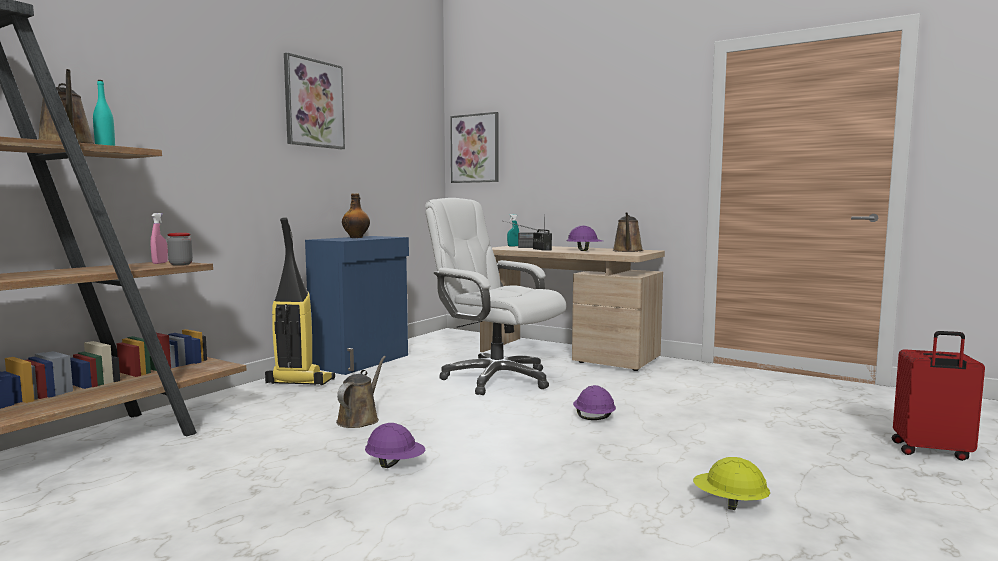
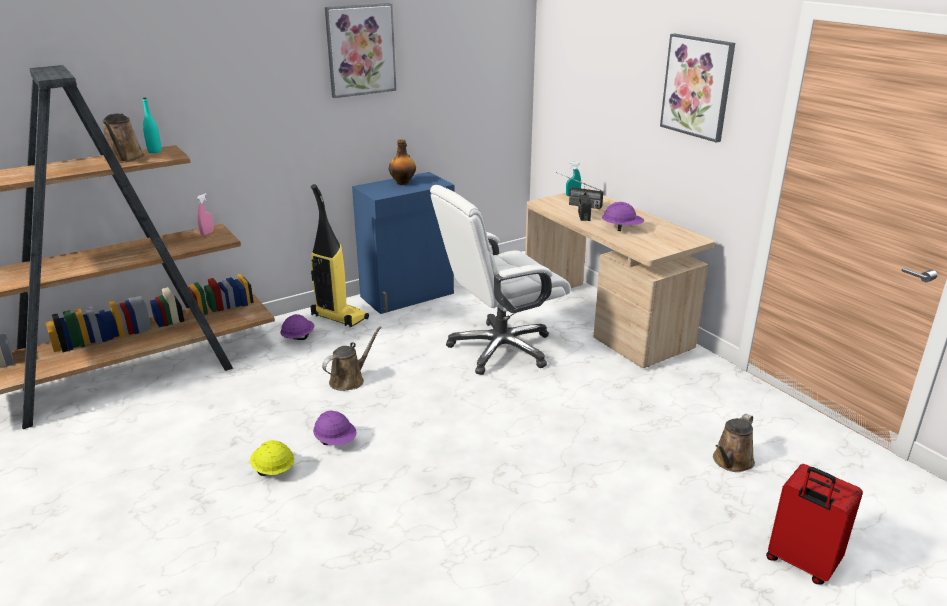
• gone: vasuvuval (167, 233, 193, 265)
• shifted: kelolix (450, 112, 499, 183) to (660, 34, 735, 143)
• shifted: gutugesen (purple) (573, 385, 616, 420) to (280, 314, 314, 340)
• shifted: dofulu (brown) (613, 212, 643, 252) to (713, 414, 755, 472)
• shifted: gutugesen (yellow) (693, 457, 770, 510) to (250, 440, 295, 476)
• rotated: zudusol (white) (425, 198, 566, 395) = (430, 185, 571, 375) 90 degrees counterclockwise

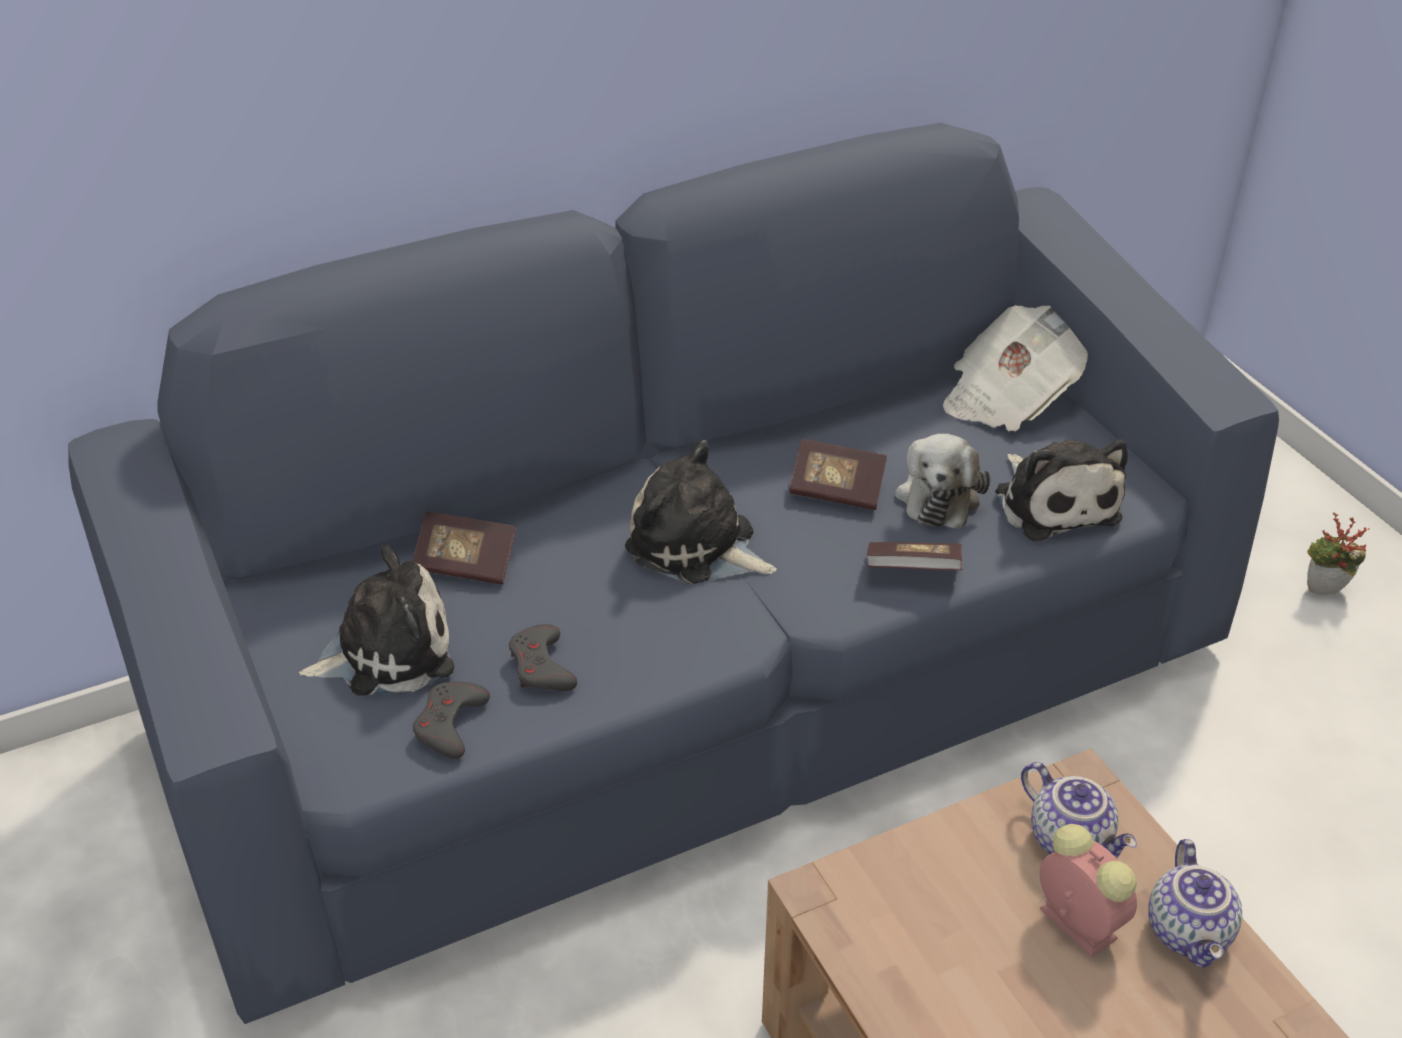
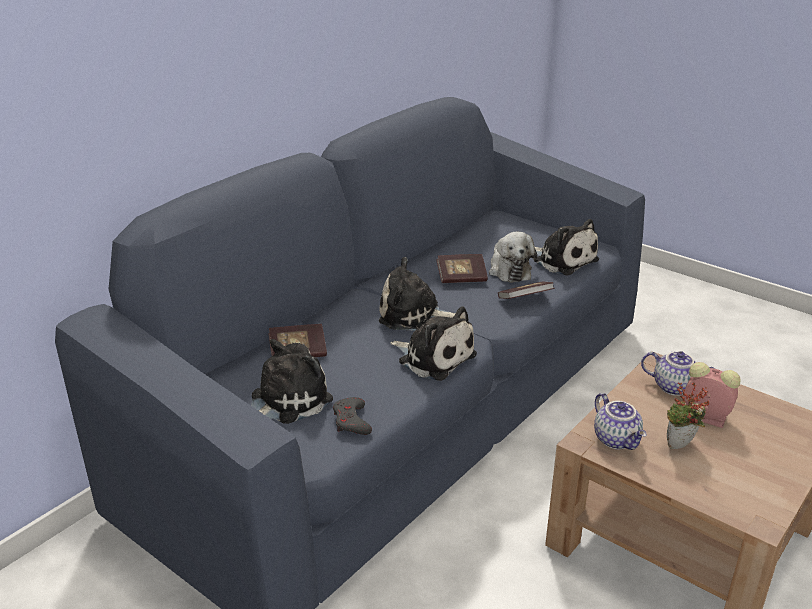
• gone: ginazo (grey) (509, 624, 578, 691)
• gone: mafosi (943, 305, 1088, 431)
• new: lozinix (390, 306, 477, 381)
• shifted: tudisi (1148, 839, 1242, 968) to (594, 393, 647, 450)
• shifted: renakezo (1307, 513, 1370, 595) to (667, 382, 709, 449)

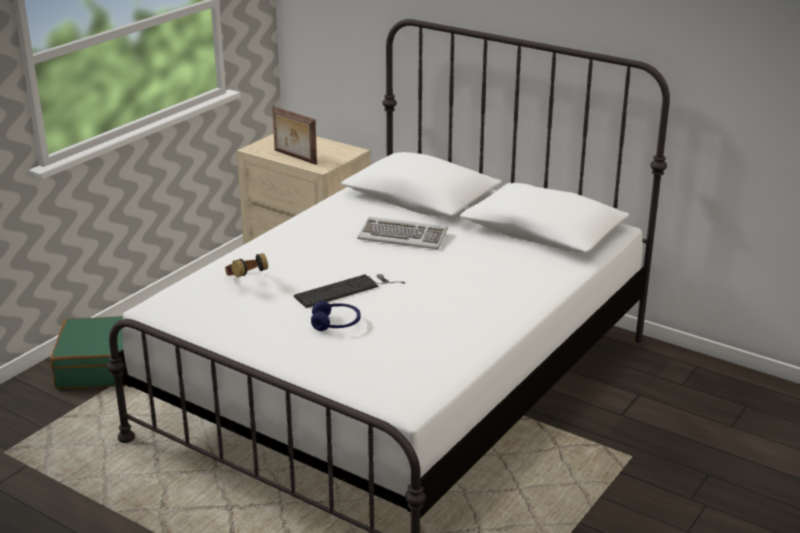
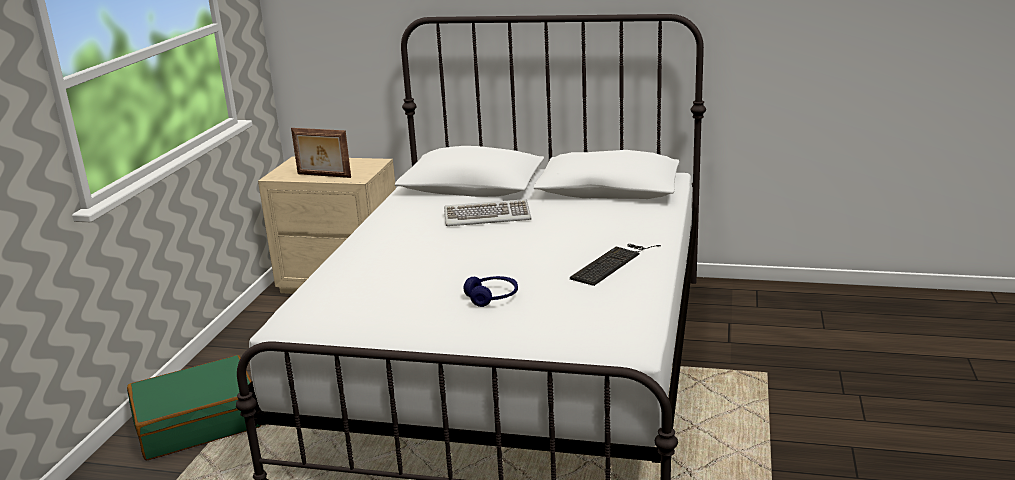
• gone: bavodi (225, 253, 268, 277)
• shifted: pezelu (294, 274, 405, 308) to (570, 244, 661, 286)

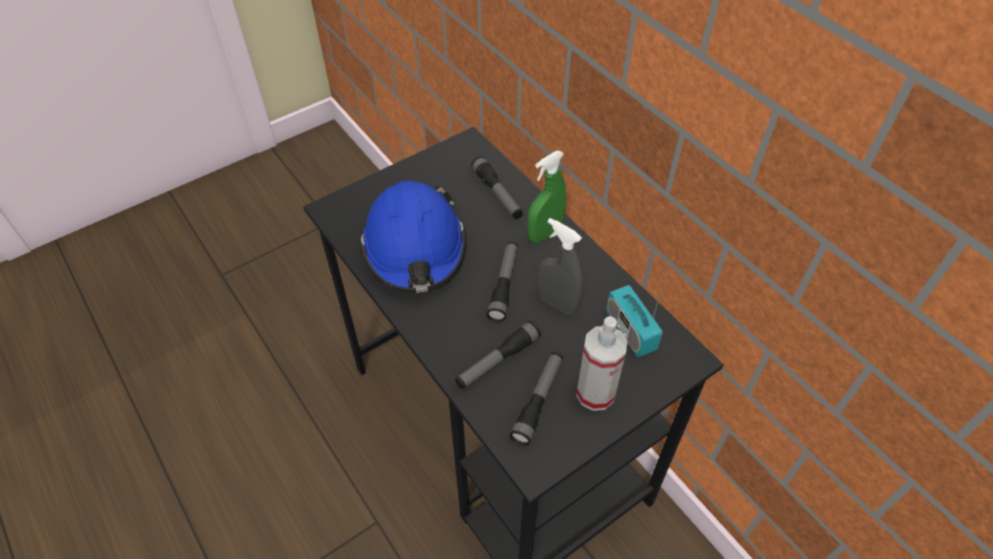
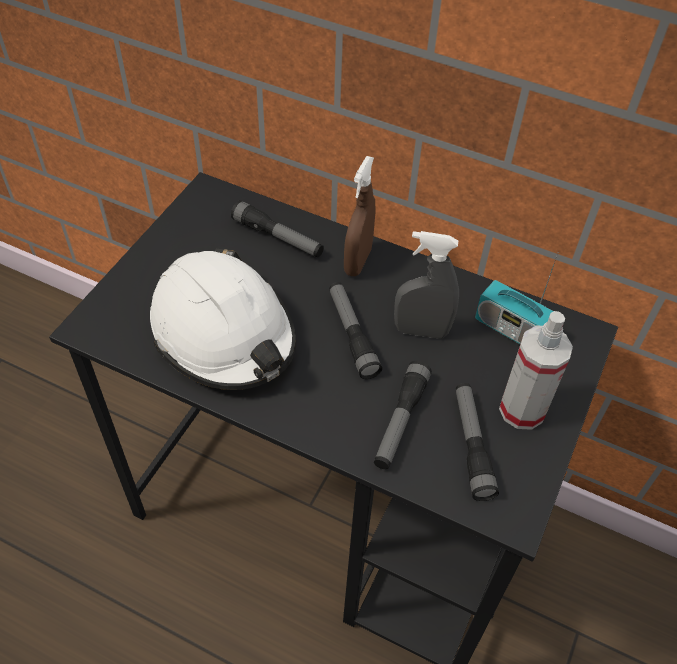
• repainted: gutugesen (blue) (360, 180, 466, 293) to gutugesen (white) (150, 249, 296, 390)
• repainted: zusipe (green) (527, 151, 566, 243) to zusipe (brown) (344, 156, 375, 276)

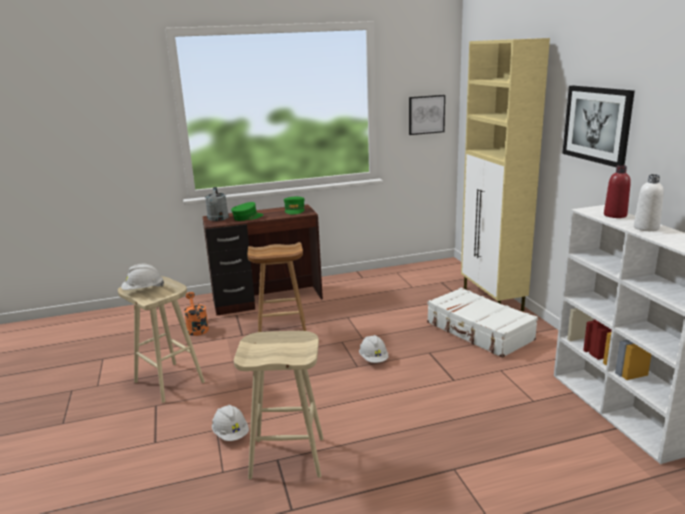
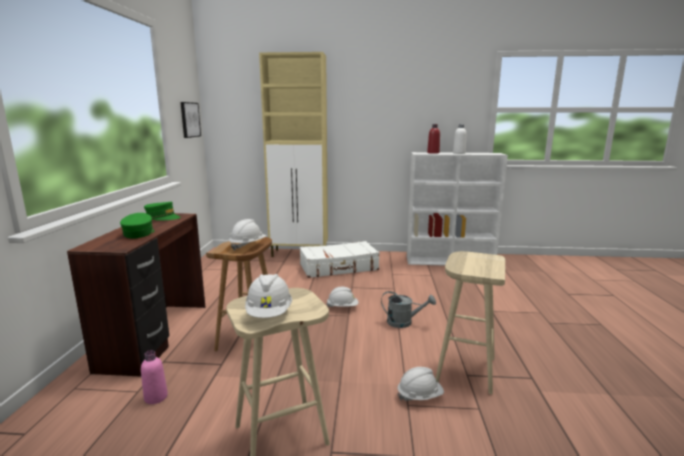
• gone: kelolix (562, 86, 635, 167)
• new: gutugesen (white) (229, 219, 266, 250)
• shifted: dofulu (grey) (205, 187, 229, 221) to (381, 291, 436, 328)
• swapped: dofulu (orange) (184, 292, 209, 336) to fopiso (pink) (141, 350, 168, 404)

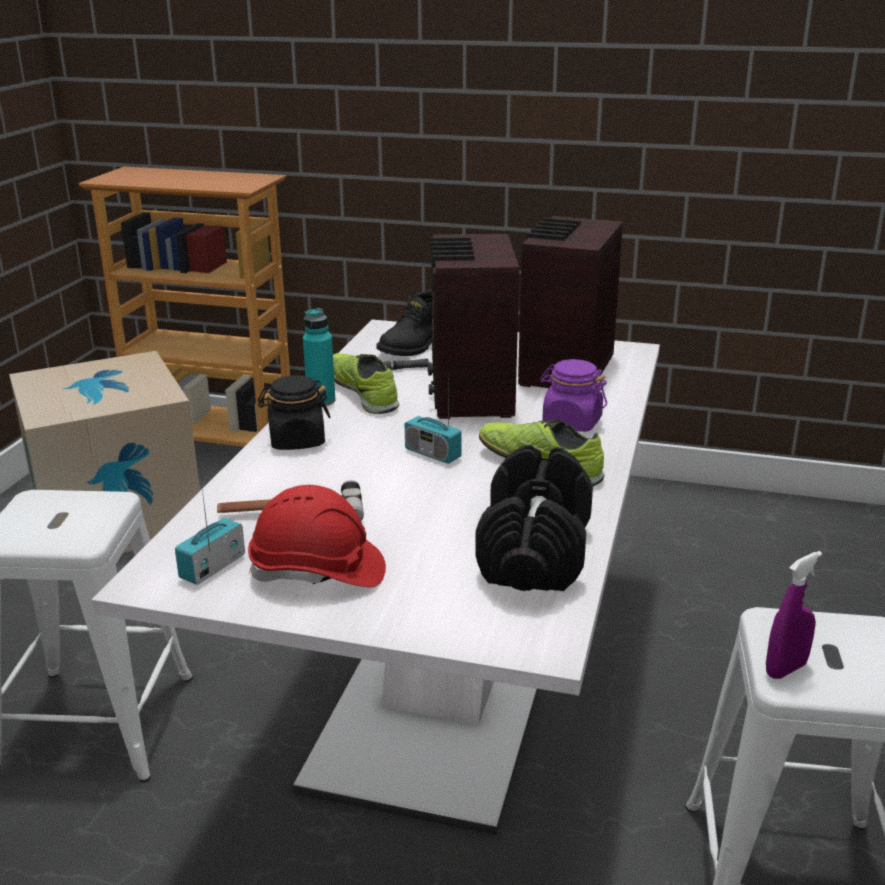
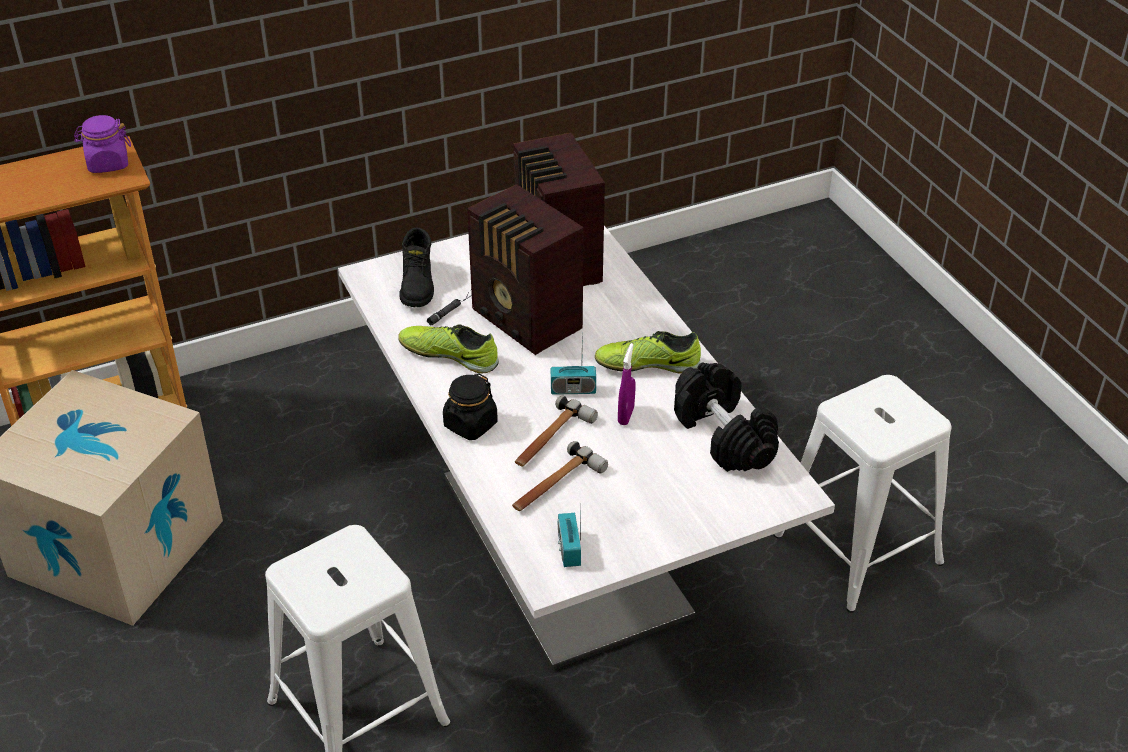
• gone: gutugesen (red) (248, 485, 386, 587)
• gone: fopiso (turquoise) (303, 308, 335, 406)
• new: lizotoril (515, 396, 598, 466)
• shifted: vasuvuval (purple) (540, 359, 607, 432) to (74, 115, 131, 173)
• shifted: zusipe (purple) (766, 551, 822, 679) to (618, 343, 635, 425)

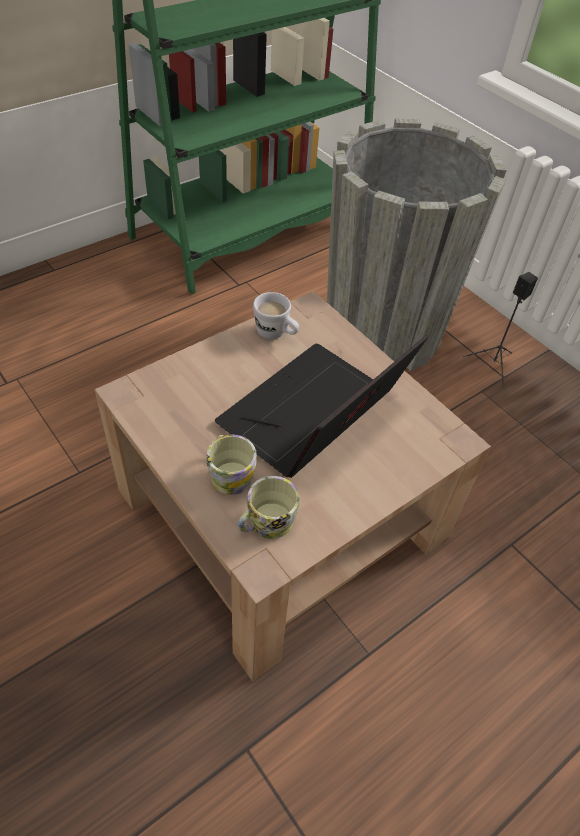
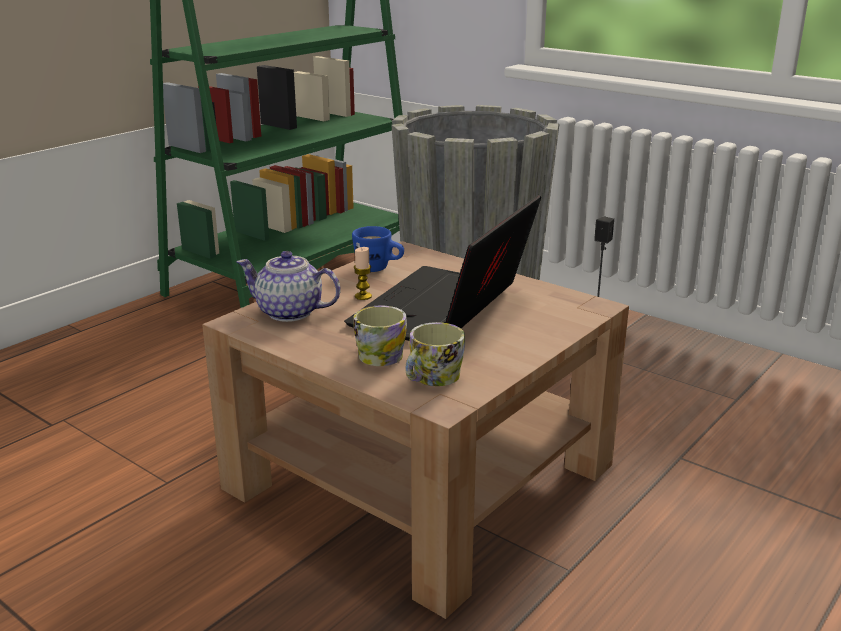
• new: tudisi (237, 251, 341, 322)
• new: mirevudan (354, 247, 372, 300)
• repainted: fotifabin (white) (253, 292, 299, 339) to fotifabin (blue) (352, 226, 404, 272)

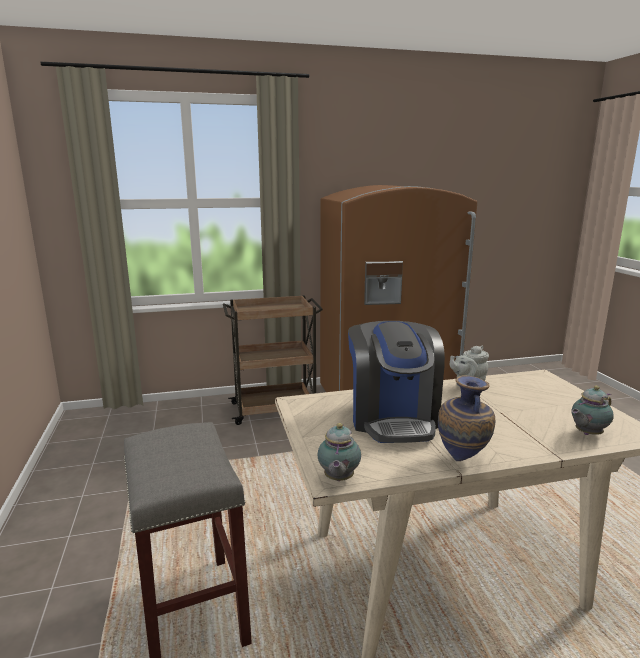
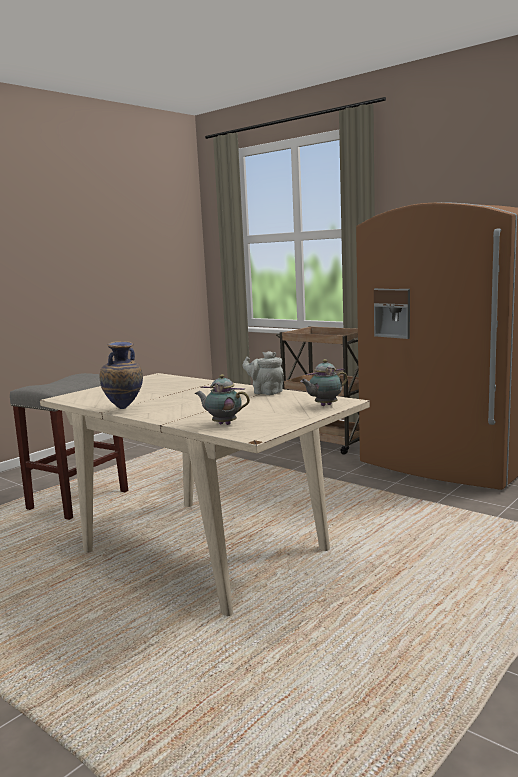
• gone: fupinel (348, 321, 445, 443)
• shifted: tudisi (317, 423, 361, 481) to (300, 359, 348, 406)

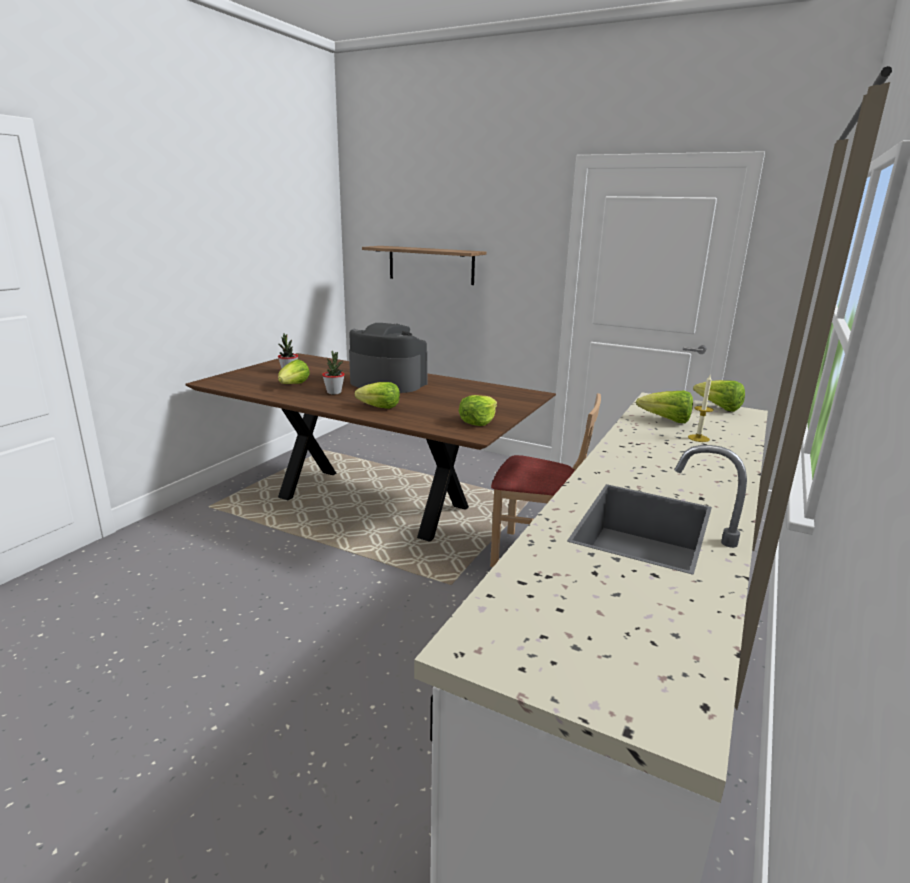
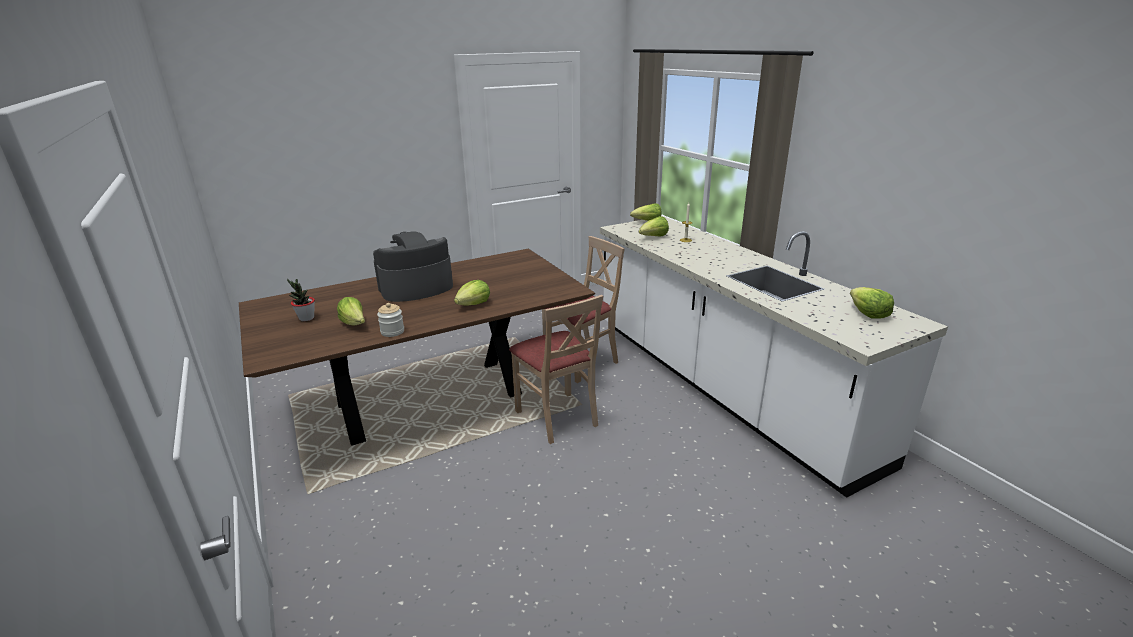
• gone: renakezo (322, 351, 345, 394)
• gone: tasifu (362, 246, 486, 285)
• new: vasuvuval (377, 303, 404, 337)
• new: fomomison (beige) (509, 295, 603, 444)
• shifted: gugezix (459, 395, 497, 426) to (850, 287, 894, 319)

